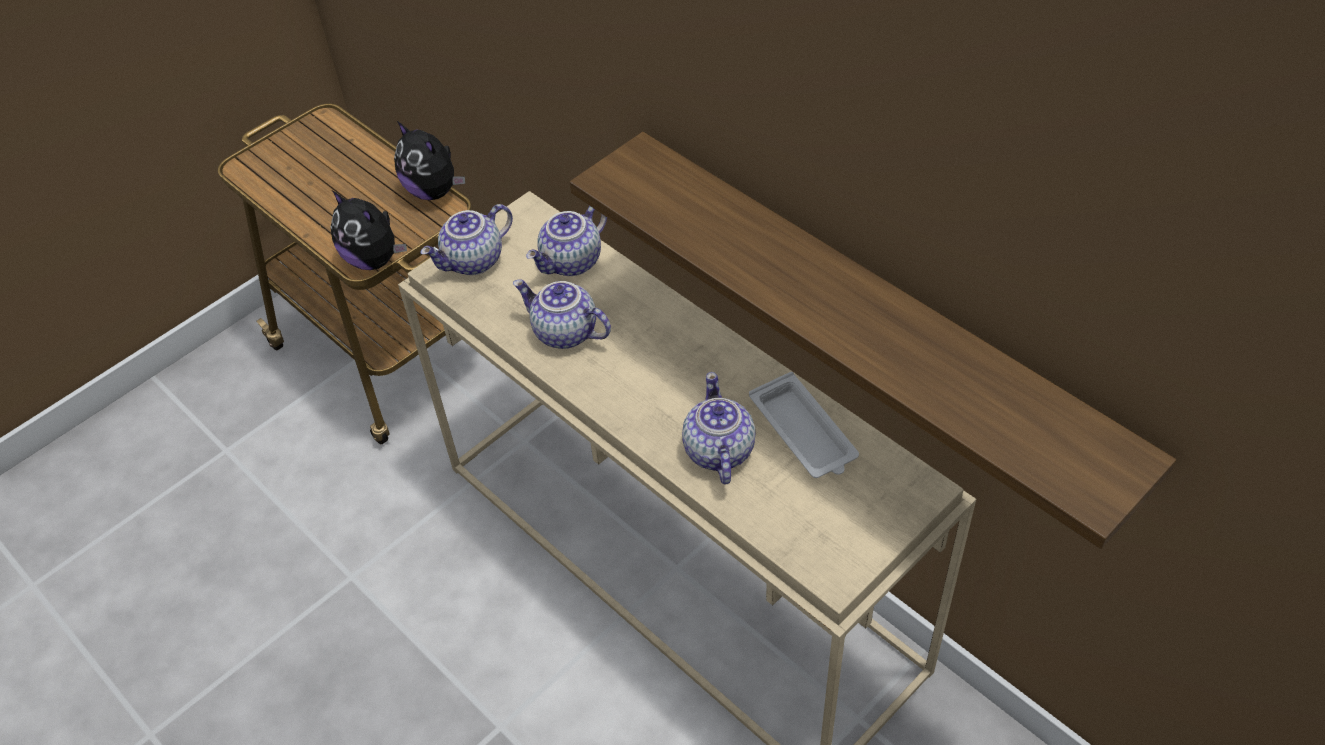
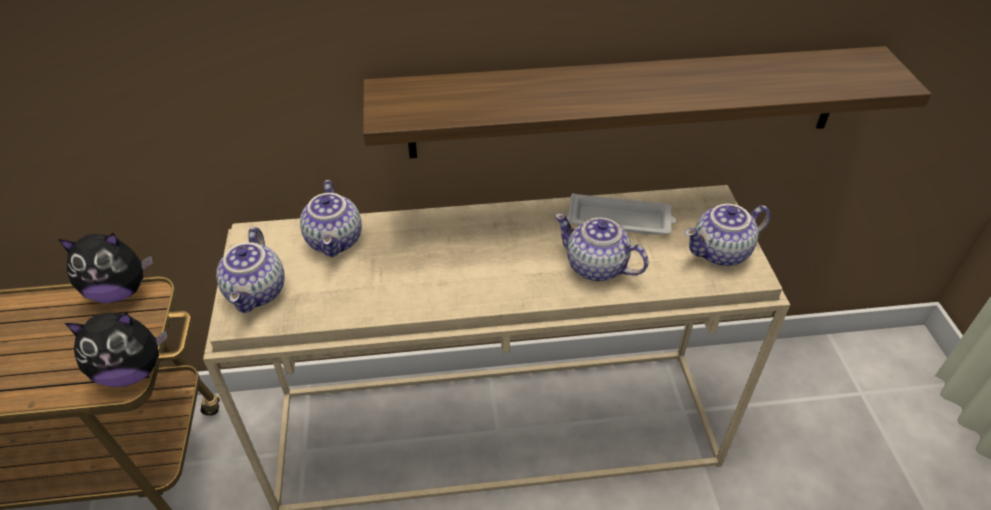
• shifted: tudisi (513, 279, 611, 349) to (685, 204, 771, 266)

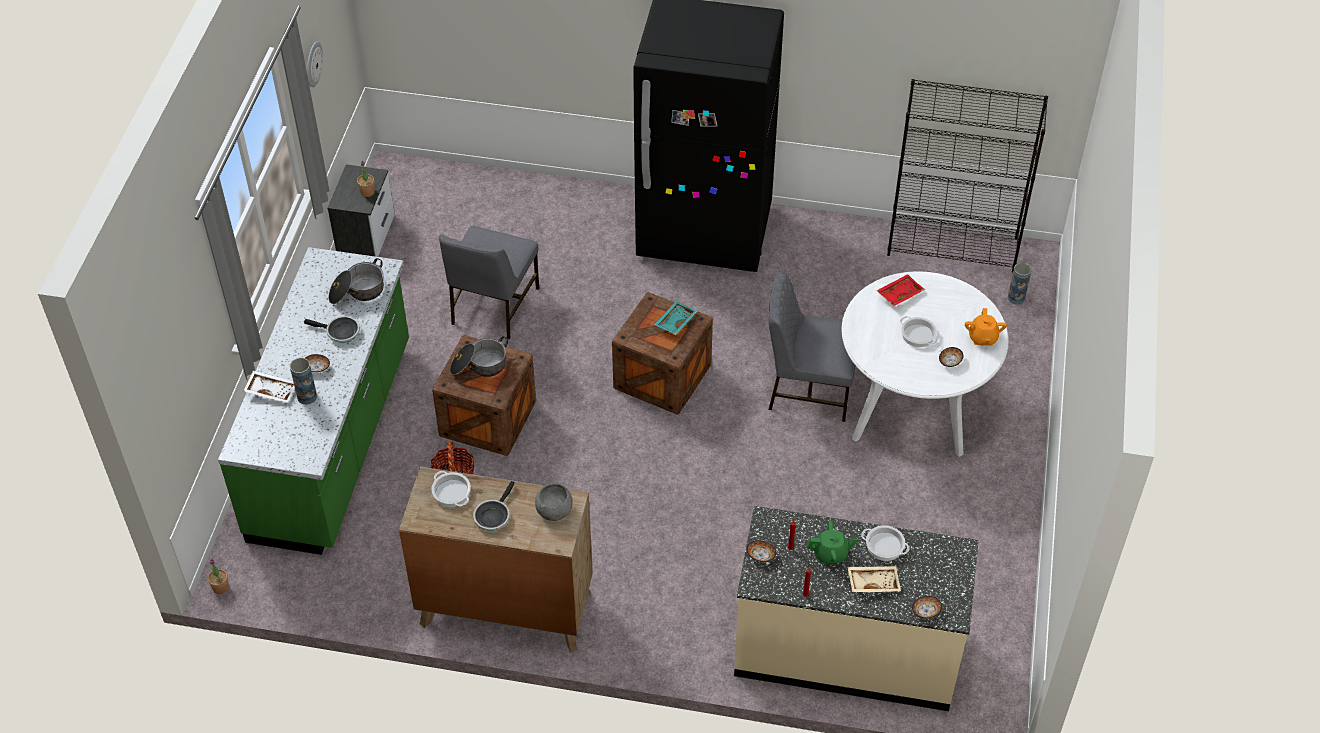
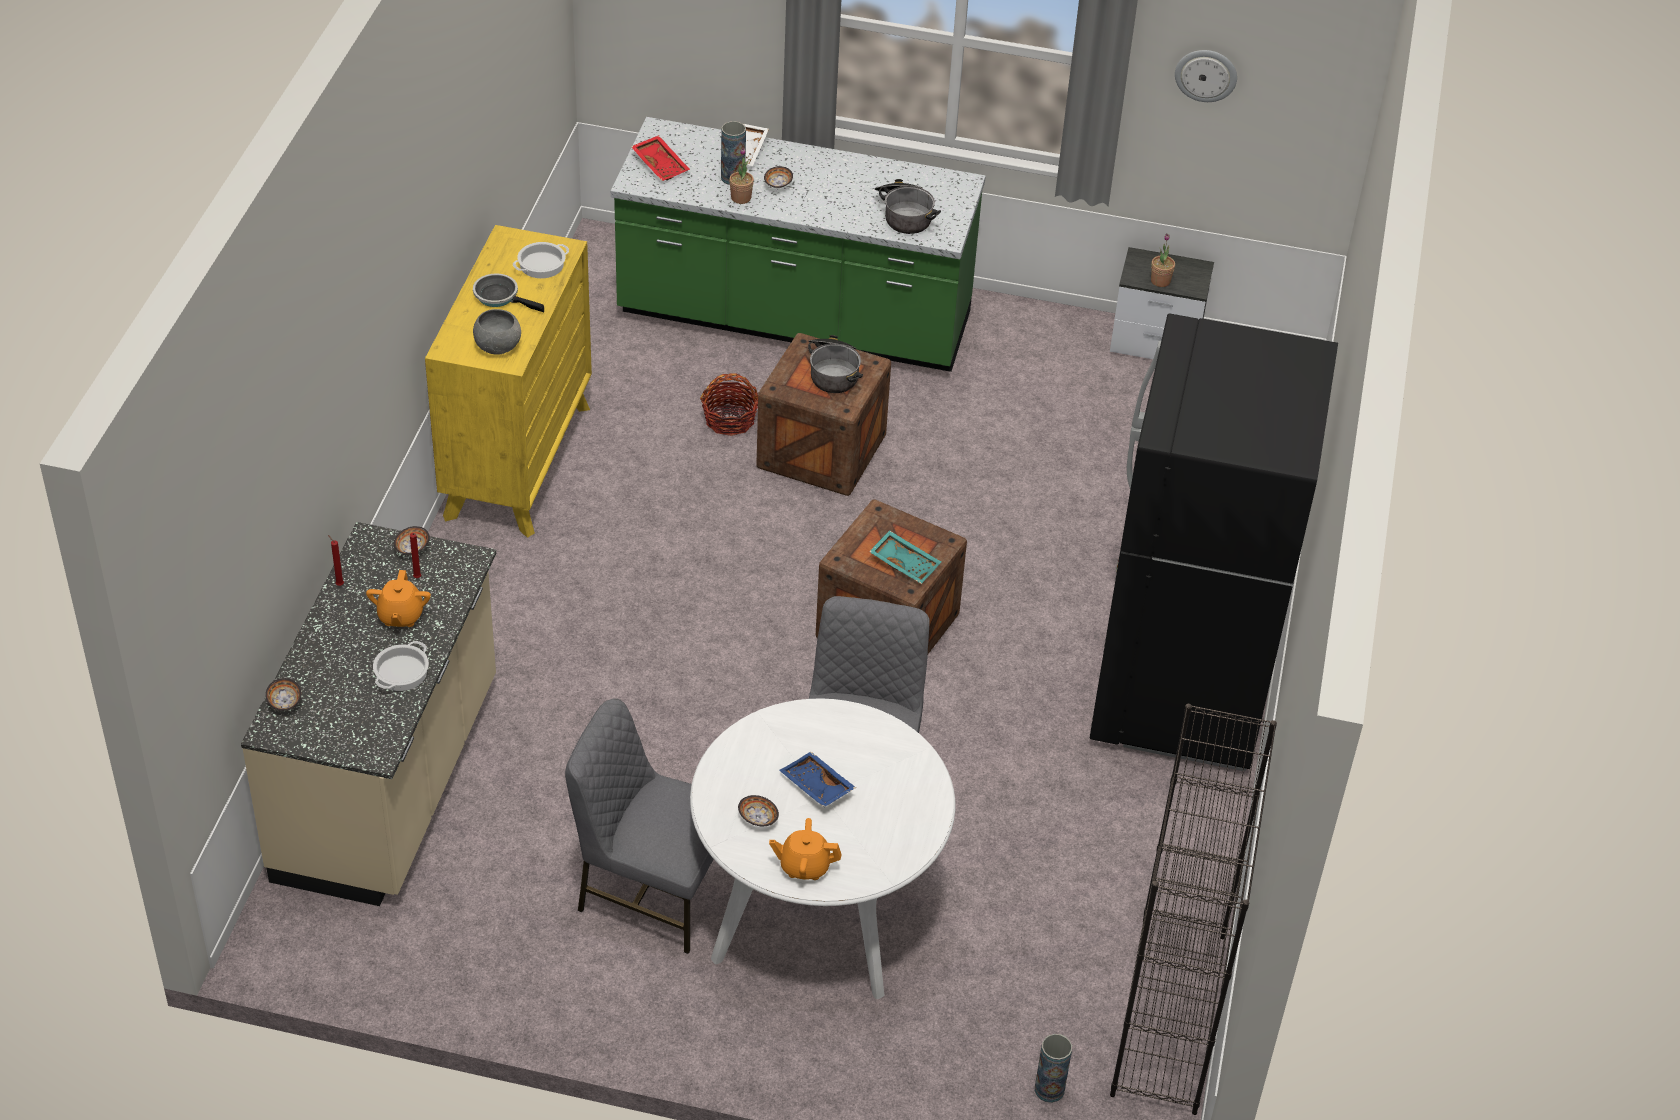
• gone: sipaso (304, 316, 360, 343)
• gone: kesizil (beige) (848, 566, 901, 592)
• shifted: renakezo (208, 559, 229, 594) to (729, 148, 754, 204)
• shifted: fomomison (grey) (439, 226, 539, 339) to (565, 698, 713, 954)
• shifted: kesizil (red) (876, 274, 925, 306) to (631, 135, 690, 181)
• swapped: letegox (900, 316, 938, 347) to kesizil (blue) (779, 752, 856, 807)
• repainted: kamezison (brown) (399, 466, 593, 652) to kamezison (yellow) (425, 225, 592, 538)
• repainted: tudisi (green) (807, 521, 857, 564) to tudisi (orange) (366, 570, 431, 627)

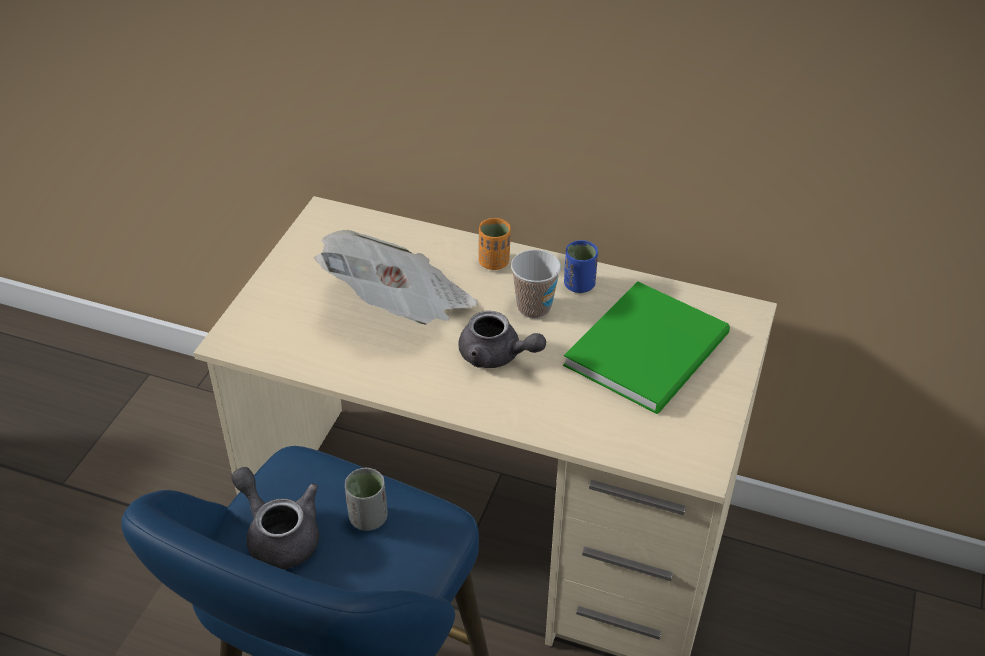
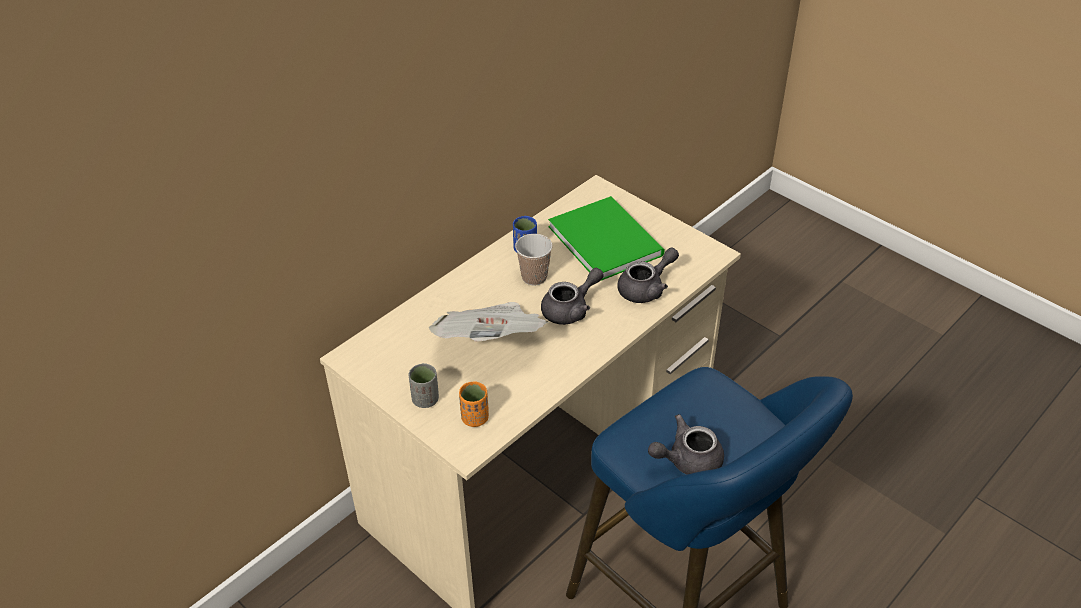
• new: tudisi (grey) (617, 247, 679, 303)
• shifted: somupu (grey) (345, 468, 388, 531) to (408, 363, 439, 408)
• shifted: somupu (orange) (479, 218, 511, 270) to (459, 381, 489, 427)

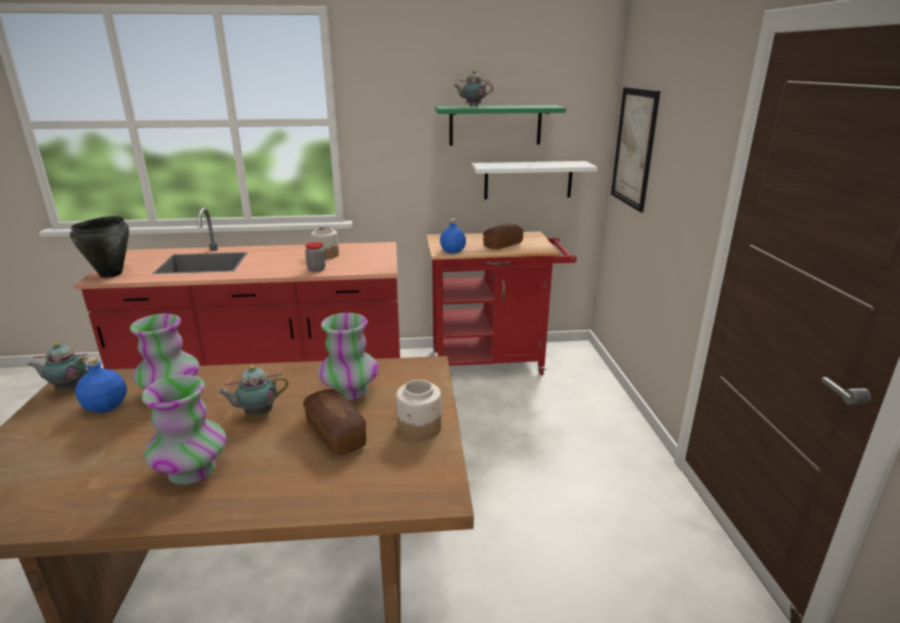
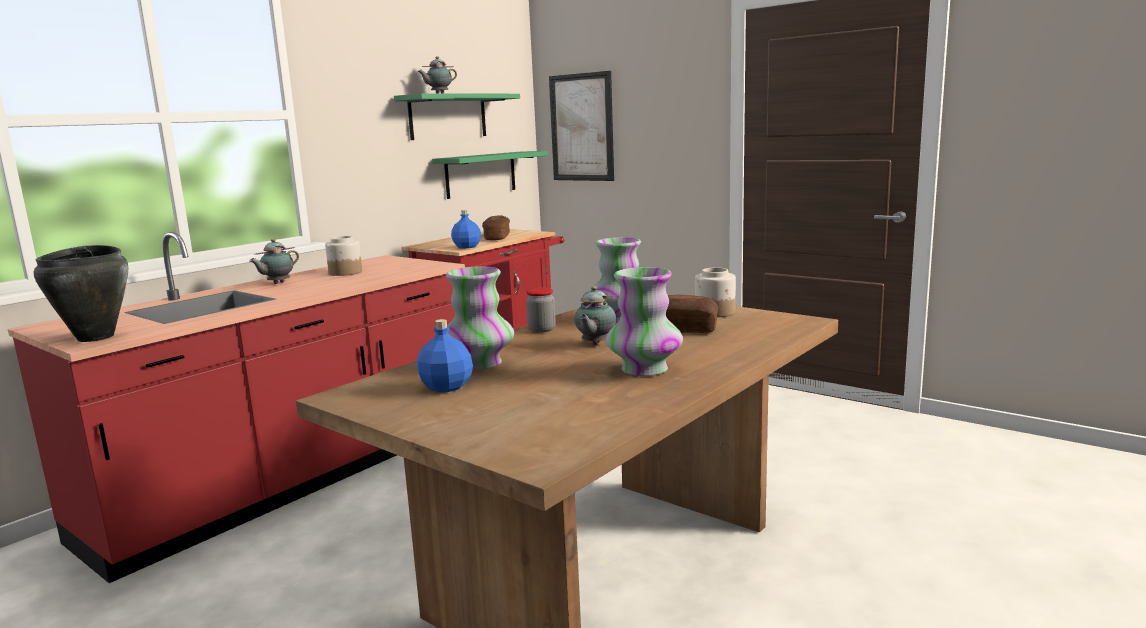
• shifted: tudisi (27, 343, 89, 390) to (249, 239, 299, 284)
• shifted: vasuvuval (305, 242, 325, 272) to (526, 288, 556, 333)
• repainted: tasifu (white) (471, 161, 598, 199) to tasifu (green) (432, 151, 548, 199)

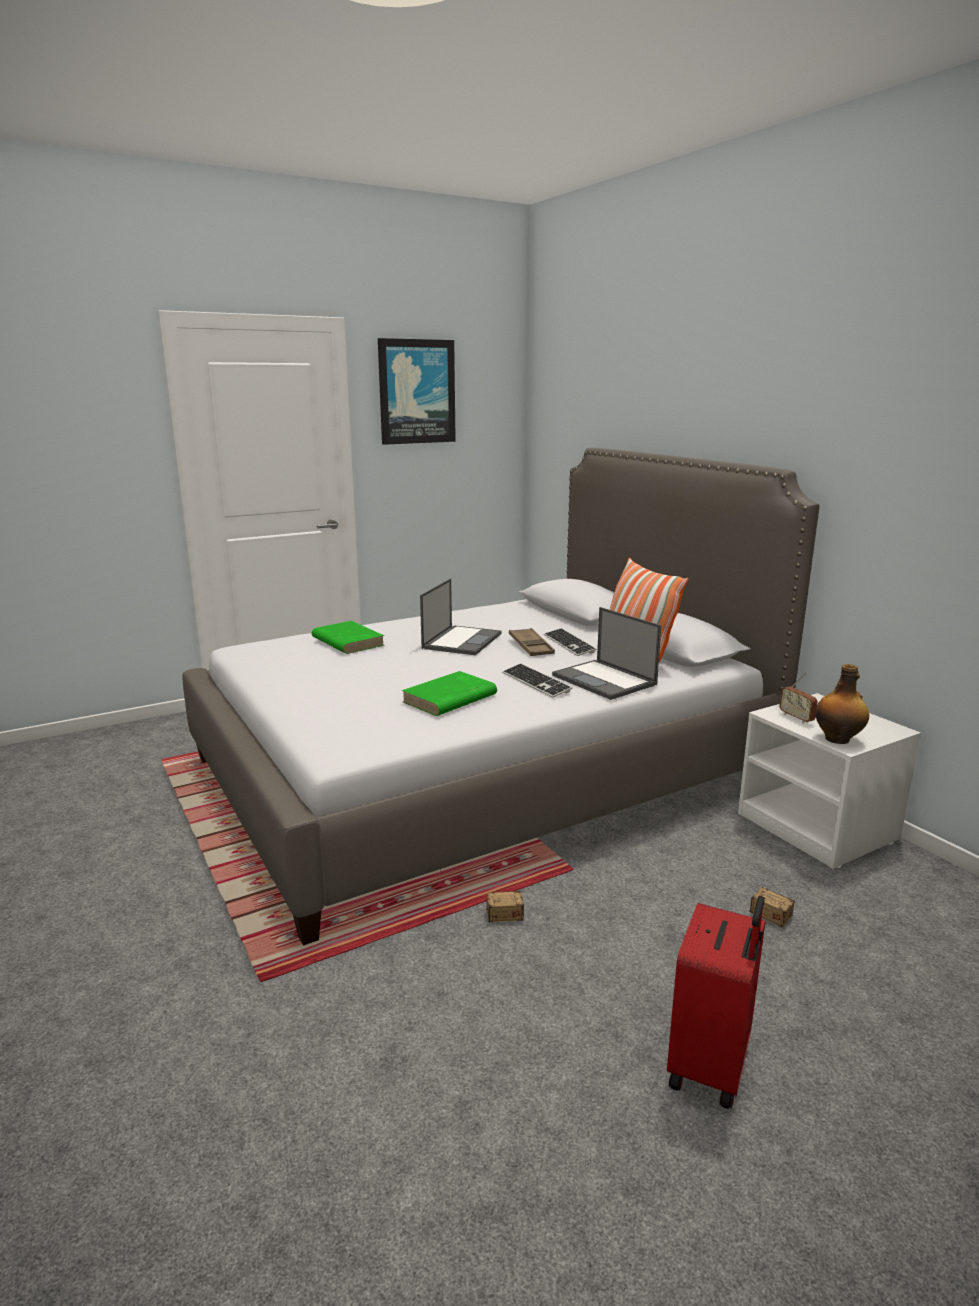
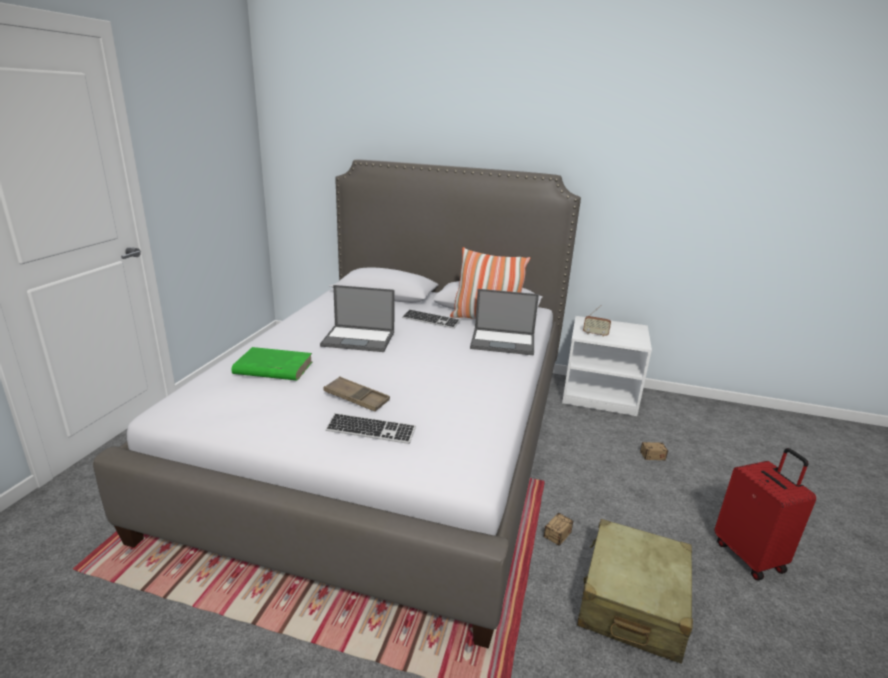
• gone: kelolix (378, 338, 456, 445)
• gone: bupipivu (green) (402, 671, 497, 716)
• gone: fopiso (815, 664, 869, 744)
• new: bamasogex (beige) (577, 519, 693, 664)
• shifted: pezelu (502, 664, 573, 698) to (326, 413, 416, 444)
• shifted: kesizil (brown) (509, 628, 555, 656) to (323, 376, 390, 412)
• rotated: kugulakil (420, 579, 501, 655) = (320, 285, 395, 352) 120 degrees clockwise

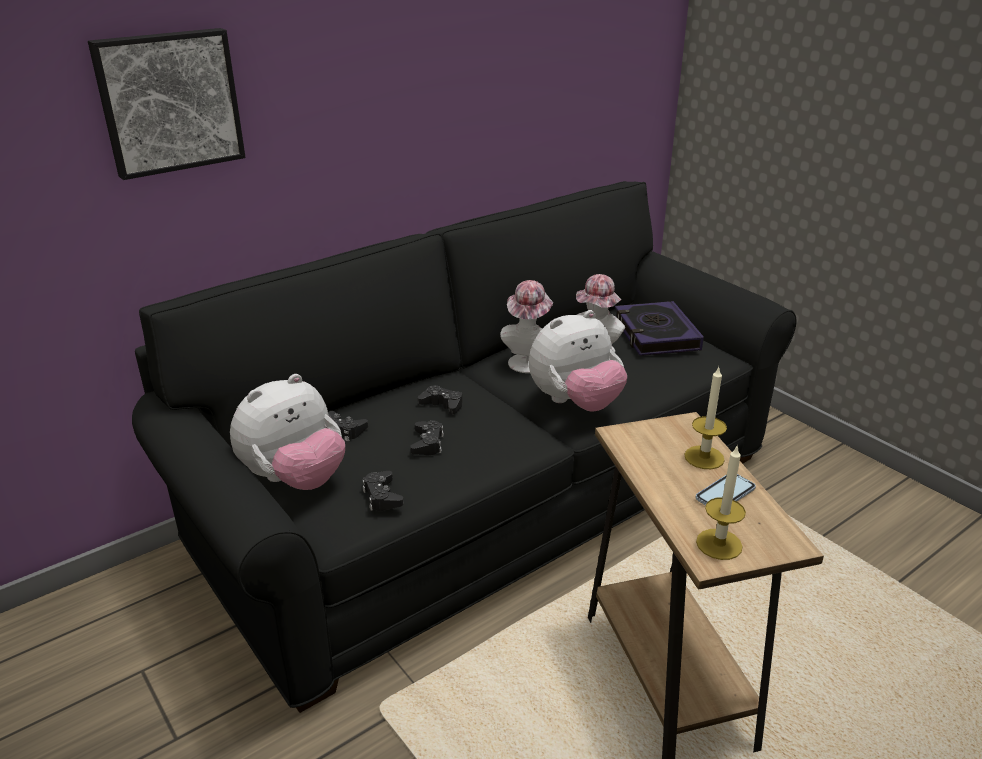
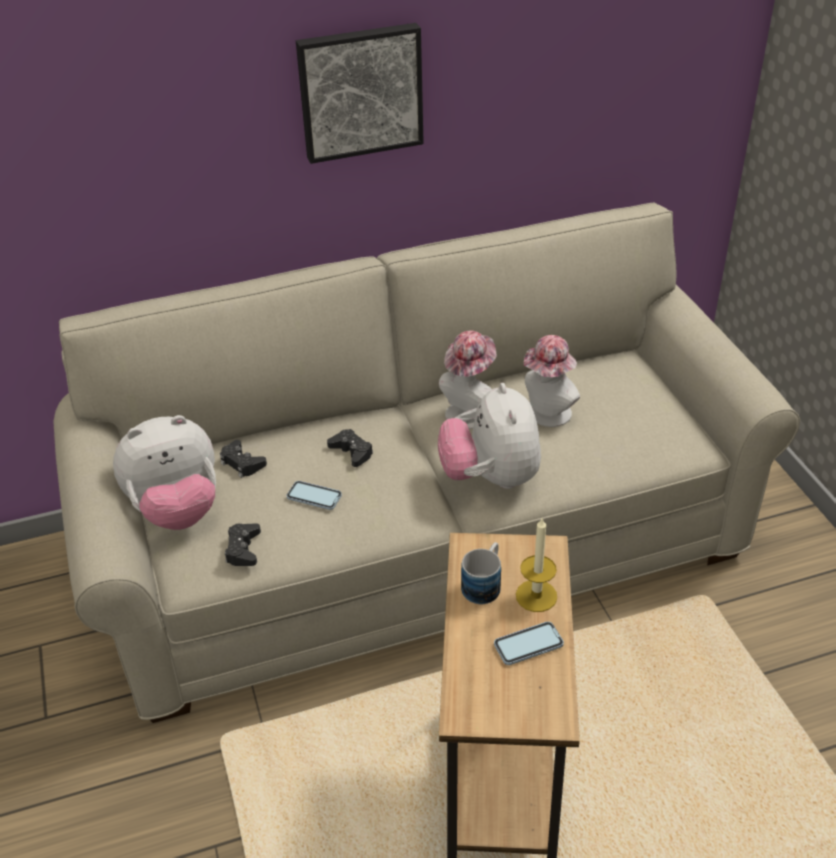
• gone: bupipivu (615, 301, 704, 356)
• gone: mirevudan (696, 444, 746, 560)
• new: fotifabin (461, 542, 501, 604)
• shifted: kelolix (88, 28, 246, 180) to (296, 23, 424, 164)
• swapped: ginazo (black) (410, 421, 444, 455) to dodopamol (287, 481, 342, 510)
• repainted: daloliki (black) (132, 181, 797, 713) to daloliki (beige) (53, 203, 800, 723)
• rotated: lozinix (529, 310, 627, 412) = (438, 383, 541, 489) 90 degrees clockwise

